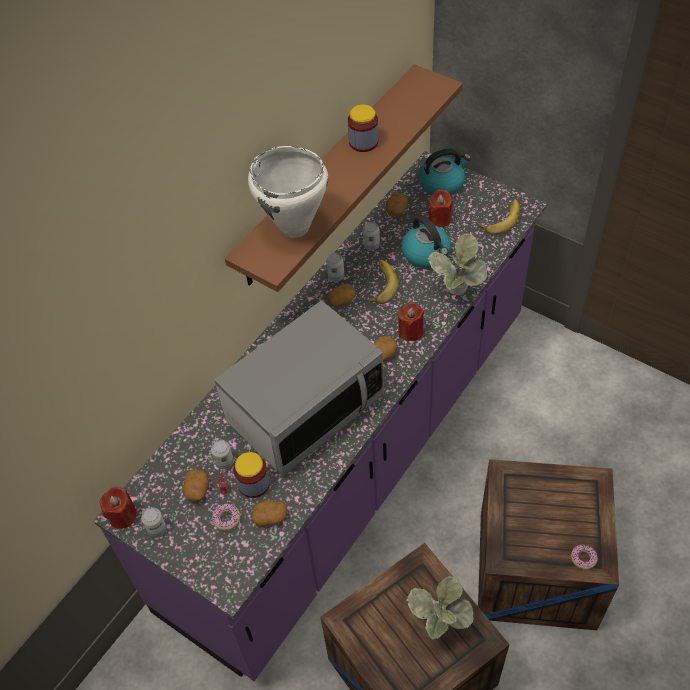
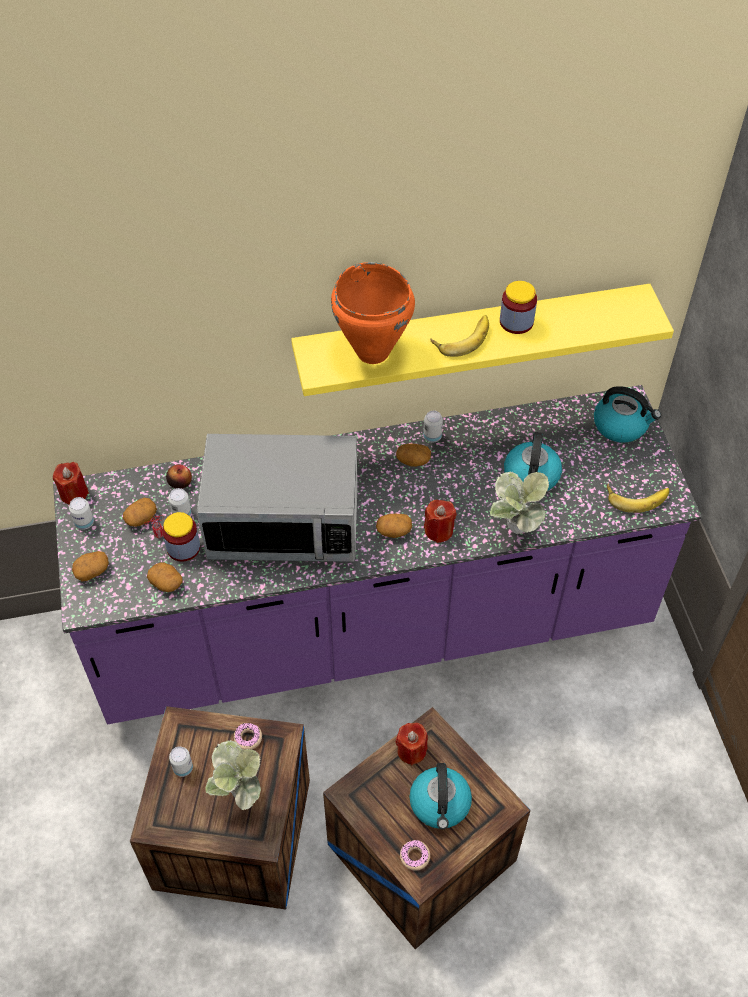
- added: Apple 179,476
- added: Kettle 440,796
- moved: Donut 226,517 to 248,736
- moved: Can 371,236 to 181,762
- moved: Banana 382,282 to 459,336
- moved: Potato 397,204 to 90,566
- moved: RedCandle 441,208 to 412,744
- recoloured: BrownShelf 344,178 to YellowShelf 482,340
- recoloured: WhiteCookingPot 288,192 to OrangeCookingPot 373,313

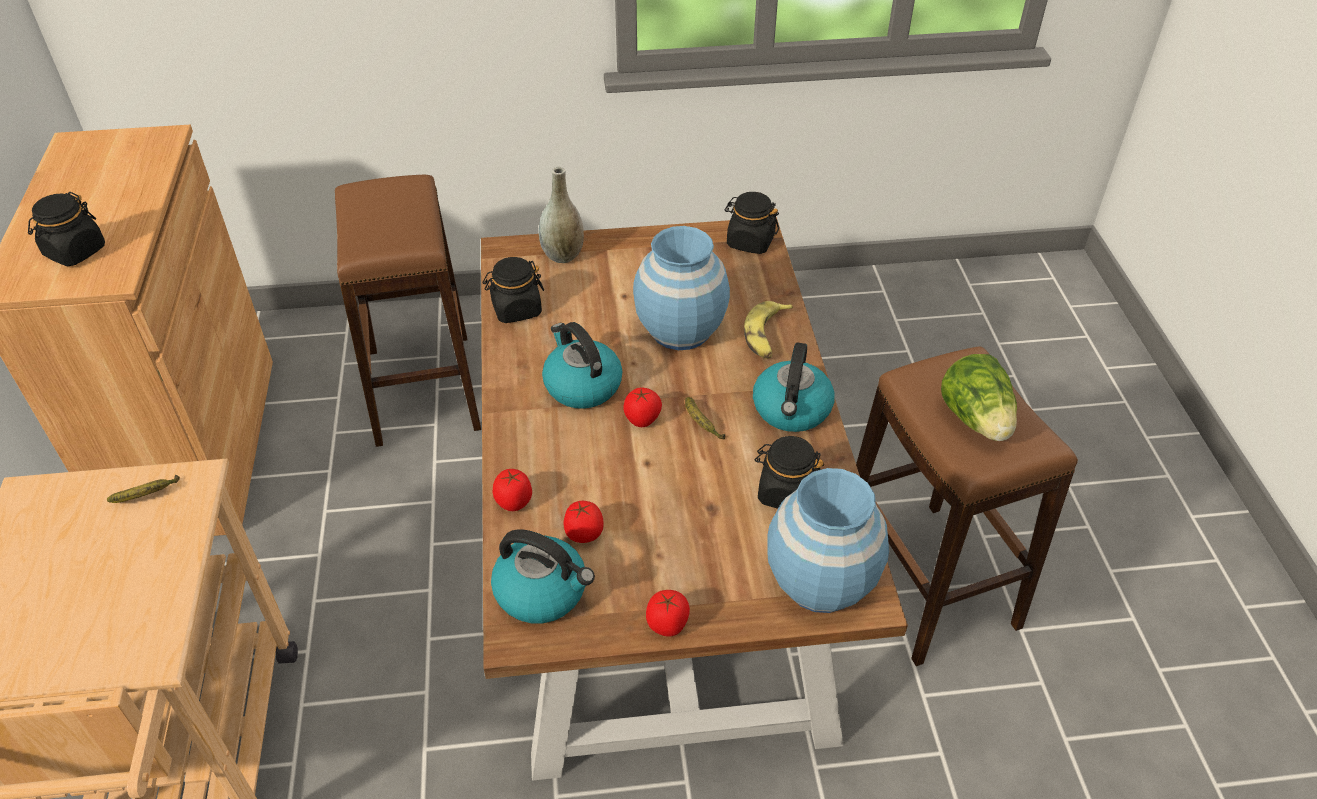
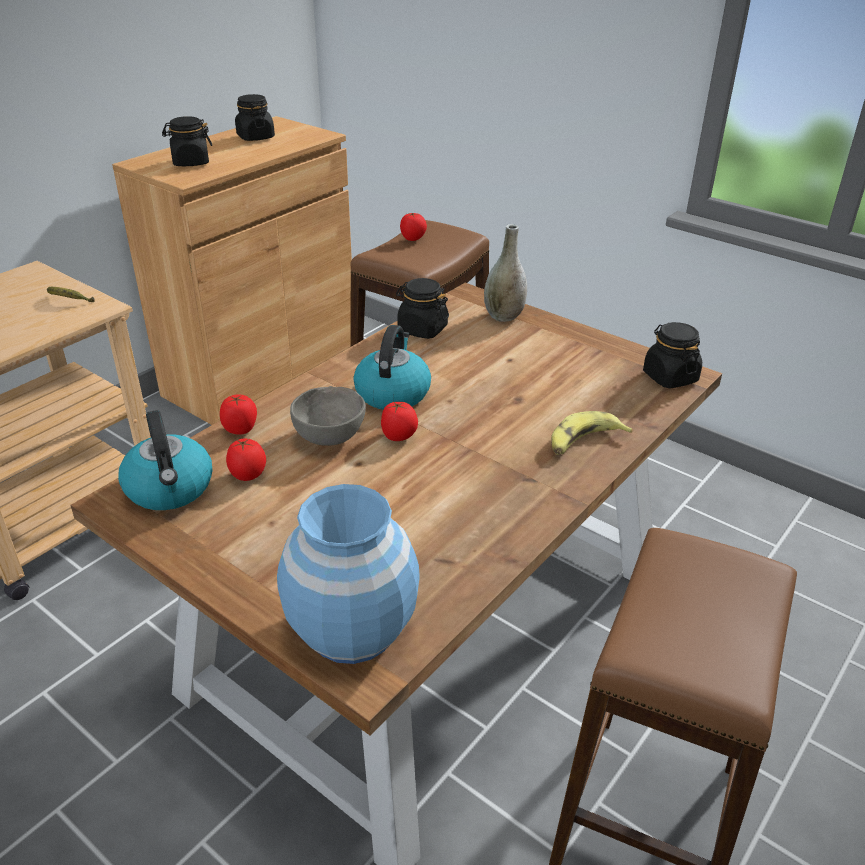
- removed: BlueVase 681,288
- removed: Banana 705,418
- removed: Kettle 794,387
- removed: Lettuce 979,397
- added: GreyBowl 328,416
- moved: Tomato 668,613 to 413,226
- moved: BlackJar 789,472 to 255,117

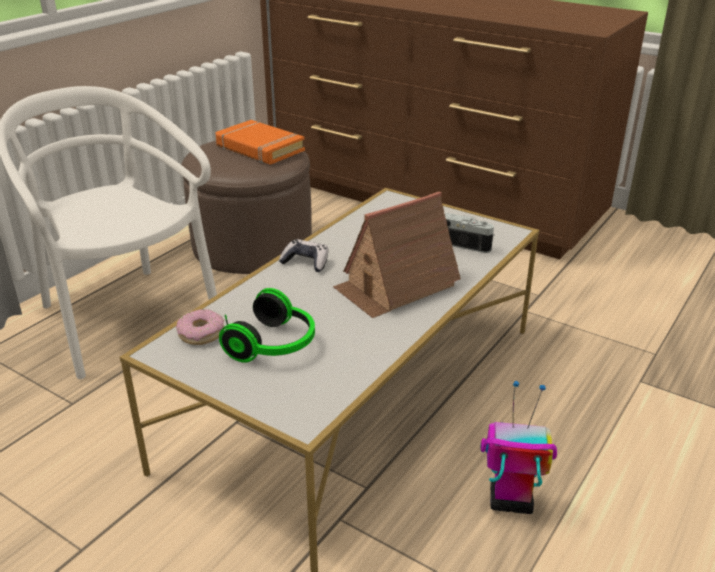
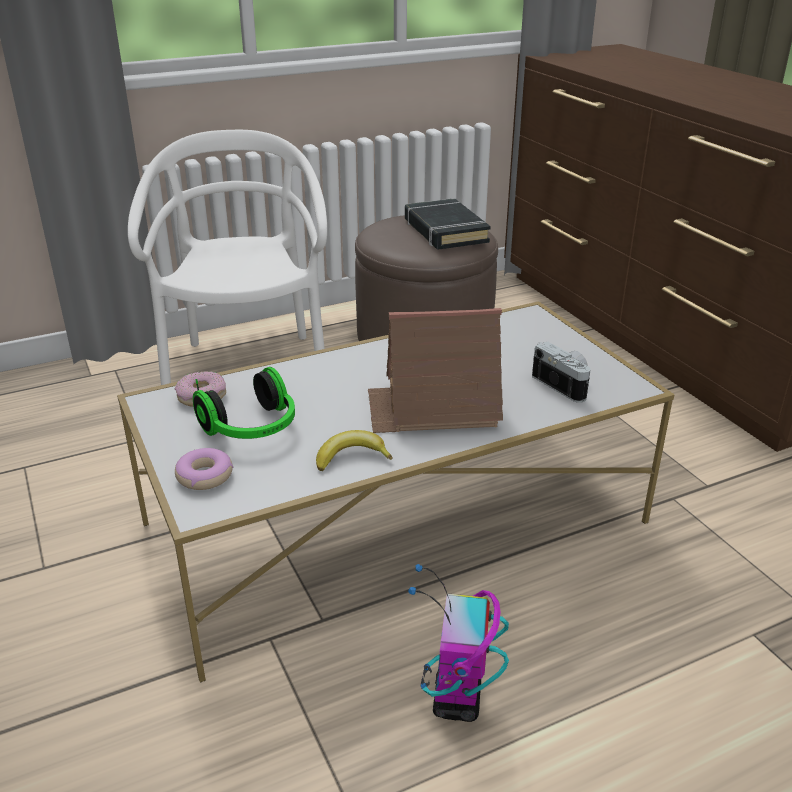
- removed: GameController 303,255
- added: Donut 204,469
- added: Banana 354,450
- recoloured: OrangeBook 260,142 to BlackBook 448,224
- turned: ToyRobot 519,447 = 458,643 120 degrees counterclockwise

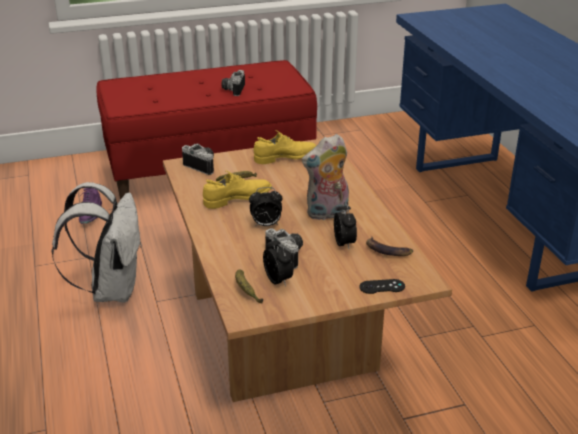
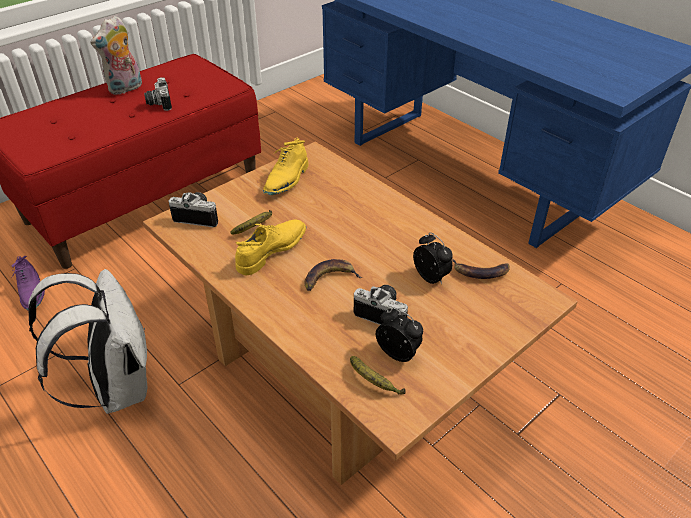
- removed: BlackGameController 382,286
- moved: PlushToy 325,177 to 116,55
- replaced: AlarmClock 266,207 to Banana 333,275
- turned: YellowShoe 285,147 = 286,167 150 degrees clockwise

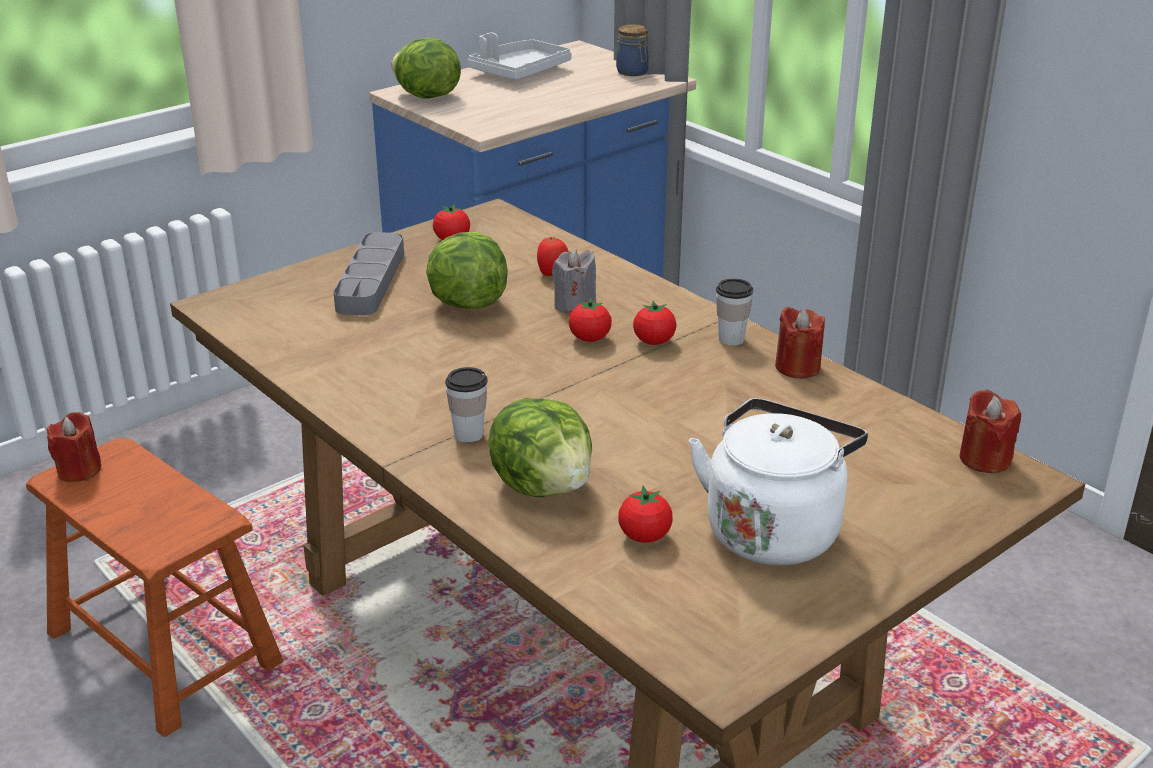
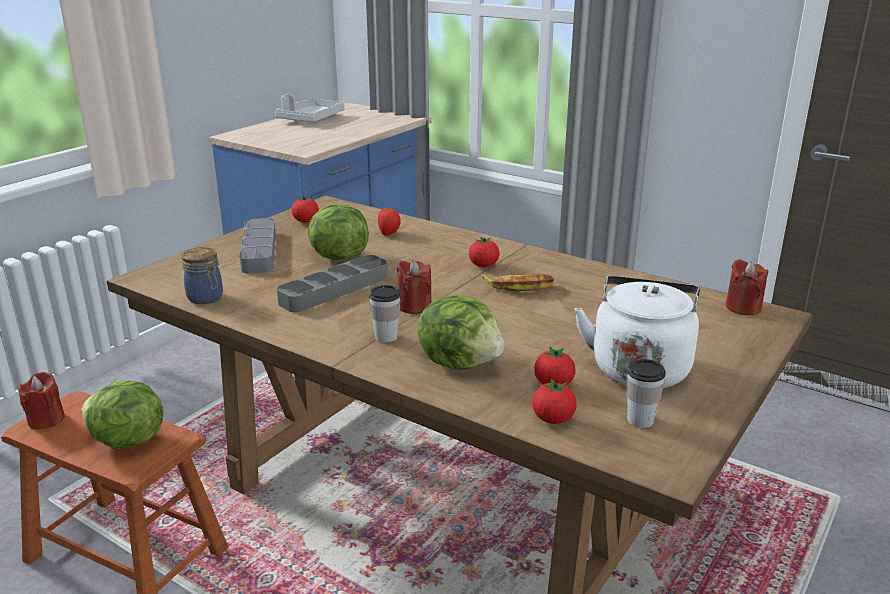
- removed: GreyCandle 574,282
- added: GreyTray 332,283
- added: Banana 517,282
- moved: Lettuce 426,68 to 122,414
- moved: Tomato 590,320 to 554,401
- moved: Jar 632,50 to 202,275
- moved: Cup 734,312 to 646,393
- moved: RedCandle 800,343 to 414,287

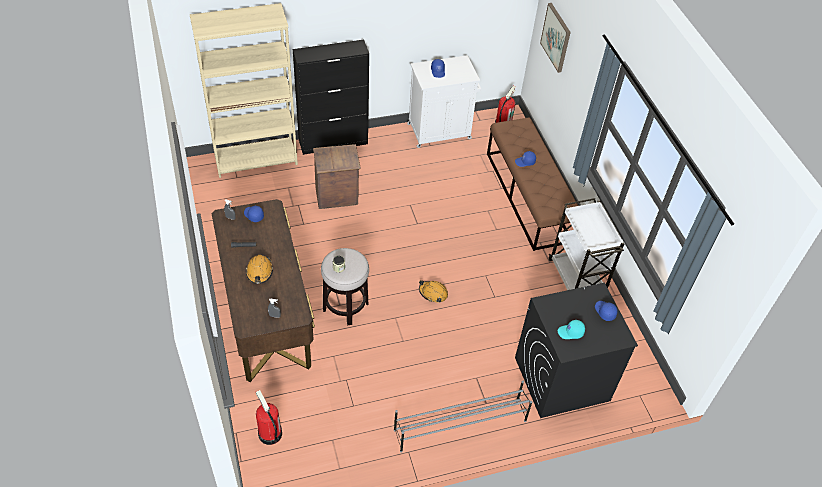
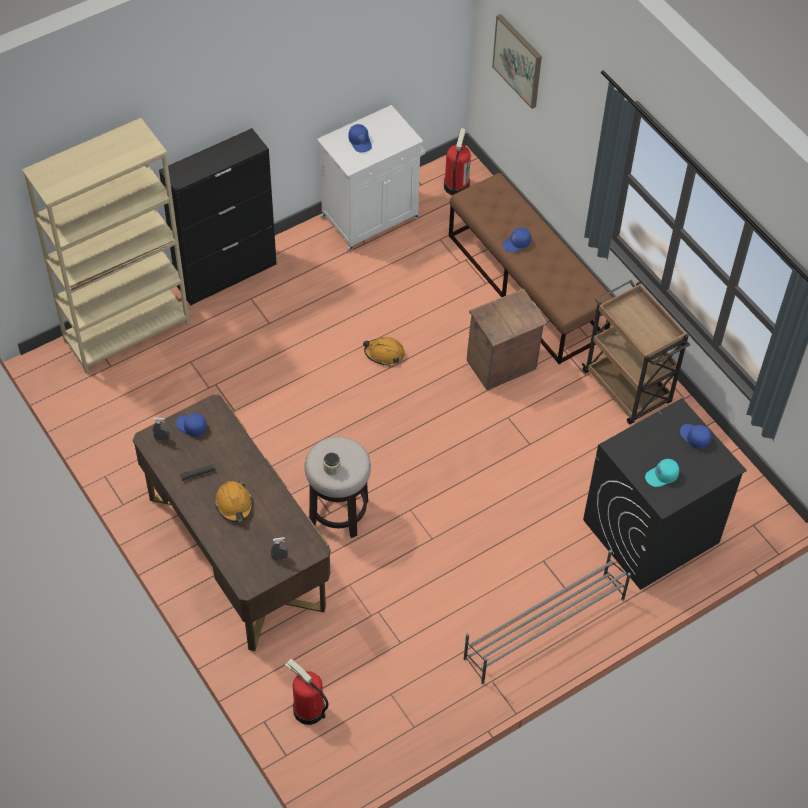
- moved: Crate 337,176 to 507,339
- moved: OrangeHardHat 433,291 to 384,351
- recoloured: WhiteCart 586,244 to BrownCart 636,352

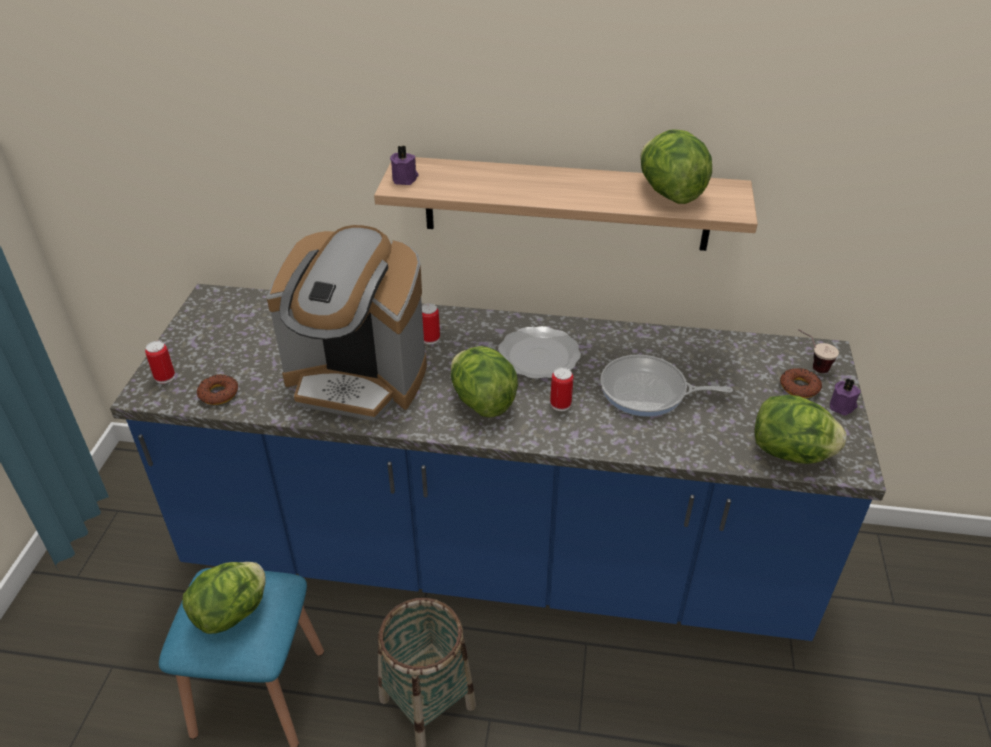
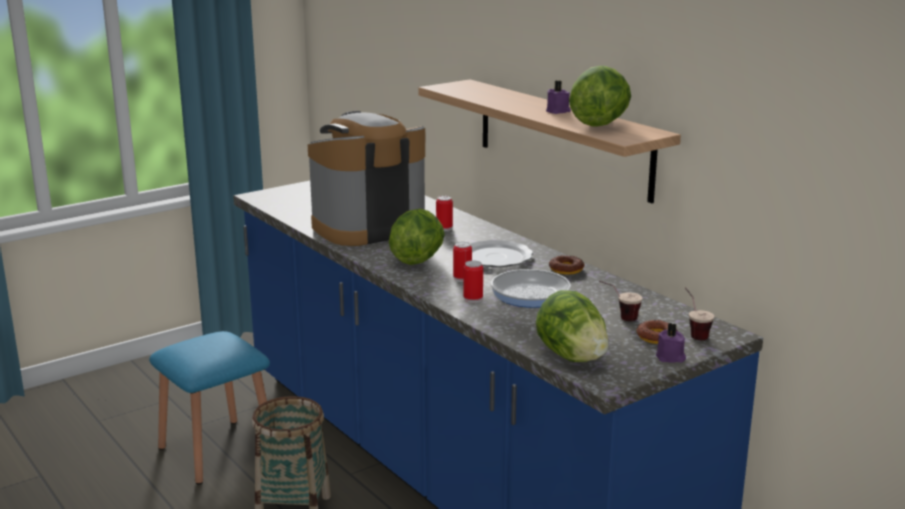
- removed: Lettuce 224,598
- added: Cup 620,301
- moved: Can 160,362 to 473,282
- moved: Donut 217,389 to 566,265
- moved: PurpleCandle 404,165 to 558,97
- turned: CoffeeMachine 347,323 = 366,178 90 degrees clockwise

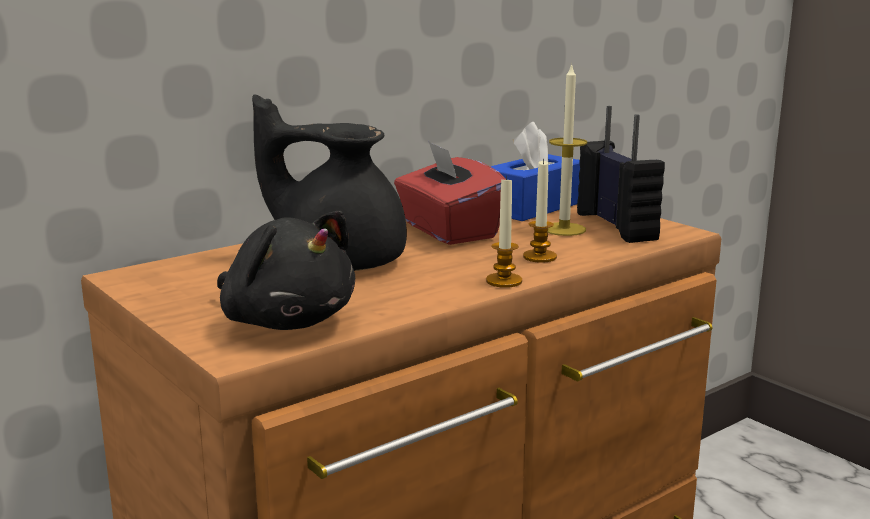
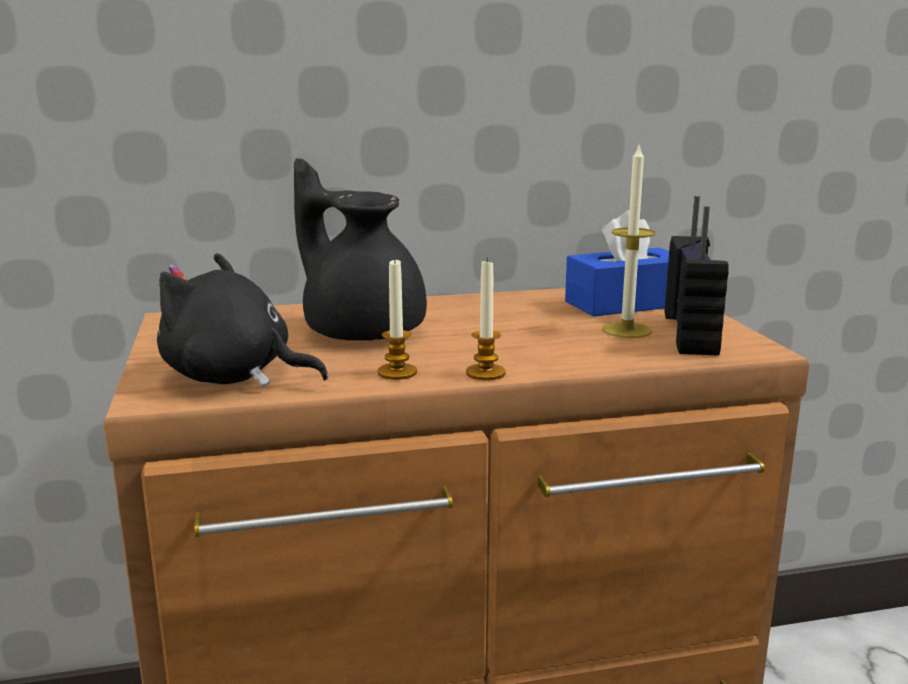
- removed: RedTissueBox 450,193
- moved: Candle 540,211 to 397,319
- turned: BlackPlushToy 286,270 = 243,319 135 degrees clockwise

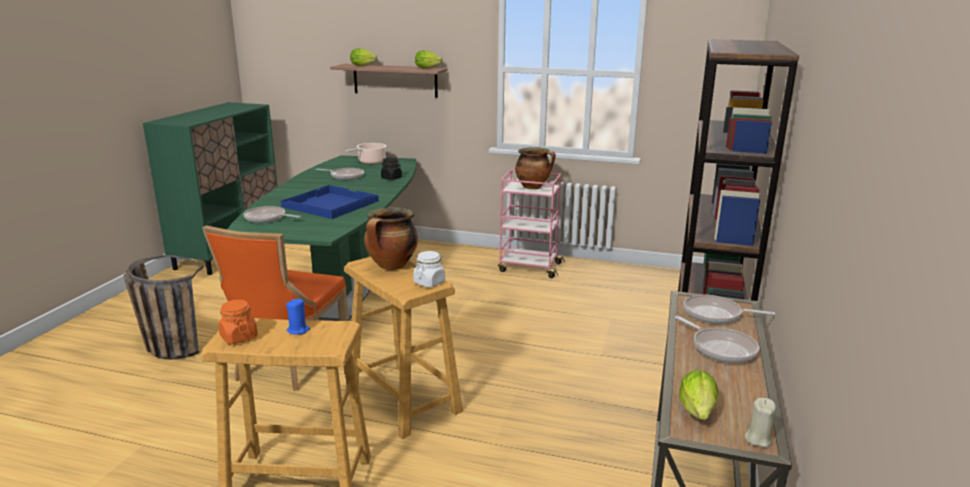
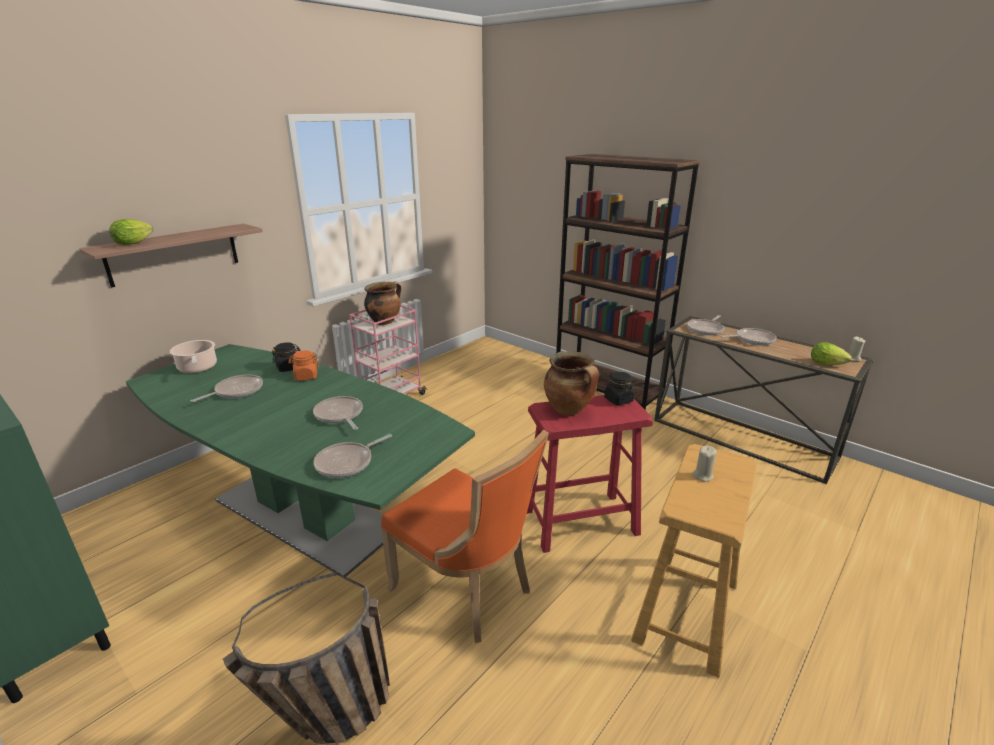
- removed: Lettuce 428,59
- moved: OrangeJar 238,322 to 303,365
- replaced: BlueTray 330,202 to FryingPan 338,413
- recoloured: BlueCandle 298,317 to BeigeCandle 704,464
- recoloured: BeigeStool 403,348 to RedStool 590,474
- recoloured: WhiteJar 429,269 to BlackJar 619,388

